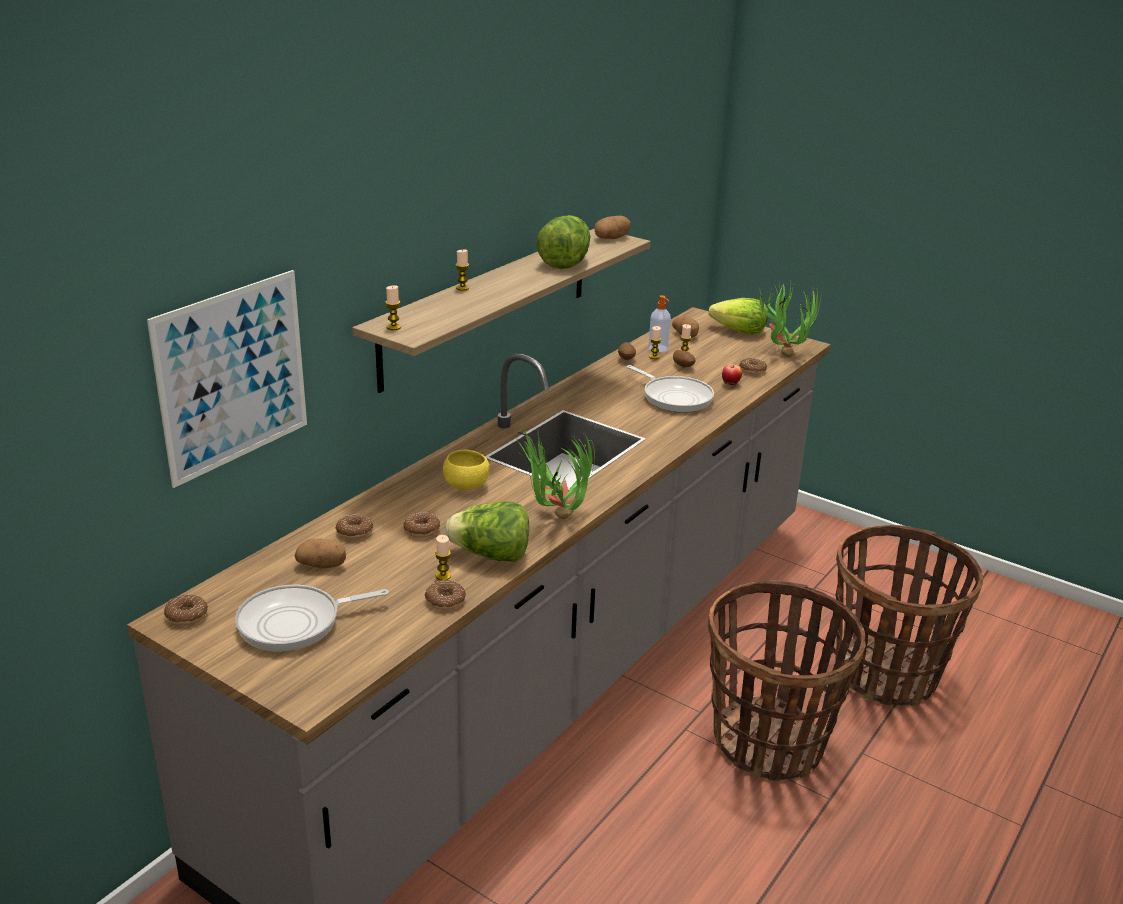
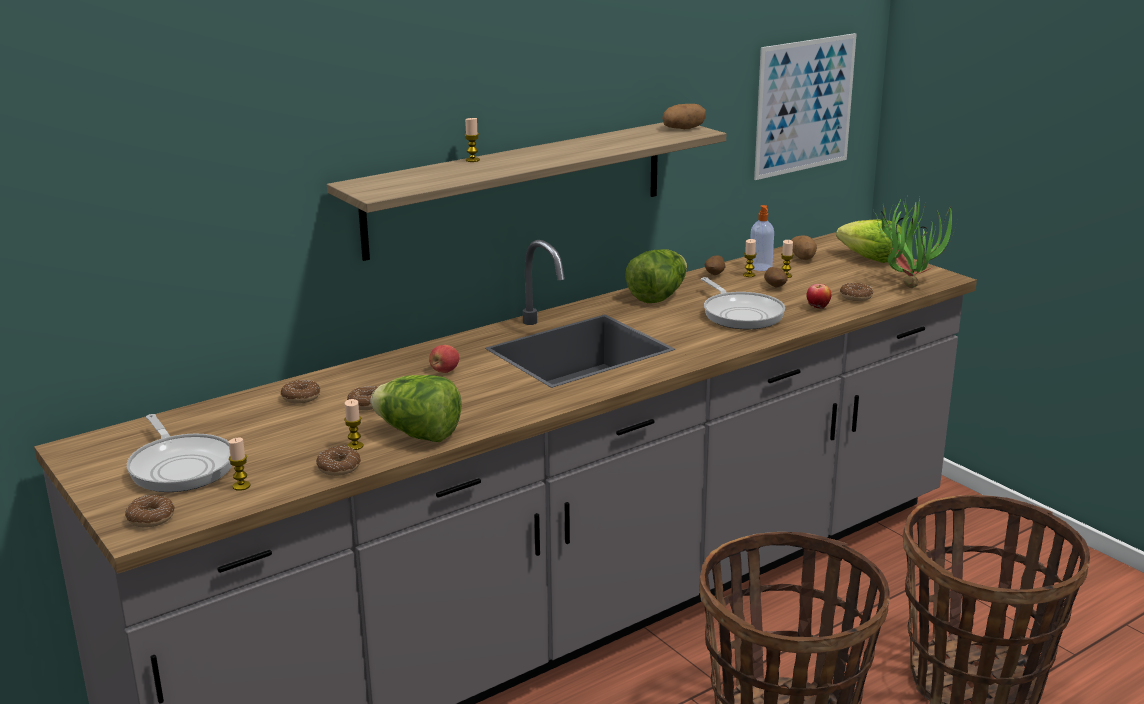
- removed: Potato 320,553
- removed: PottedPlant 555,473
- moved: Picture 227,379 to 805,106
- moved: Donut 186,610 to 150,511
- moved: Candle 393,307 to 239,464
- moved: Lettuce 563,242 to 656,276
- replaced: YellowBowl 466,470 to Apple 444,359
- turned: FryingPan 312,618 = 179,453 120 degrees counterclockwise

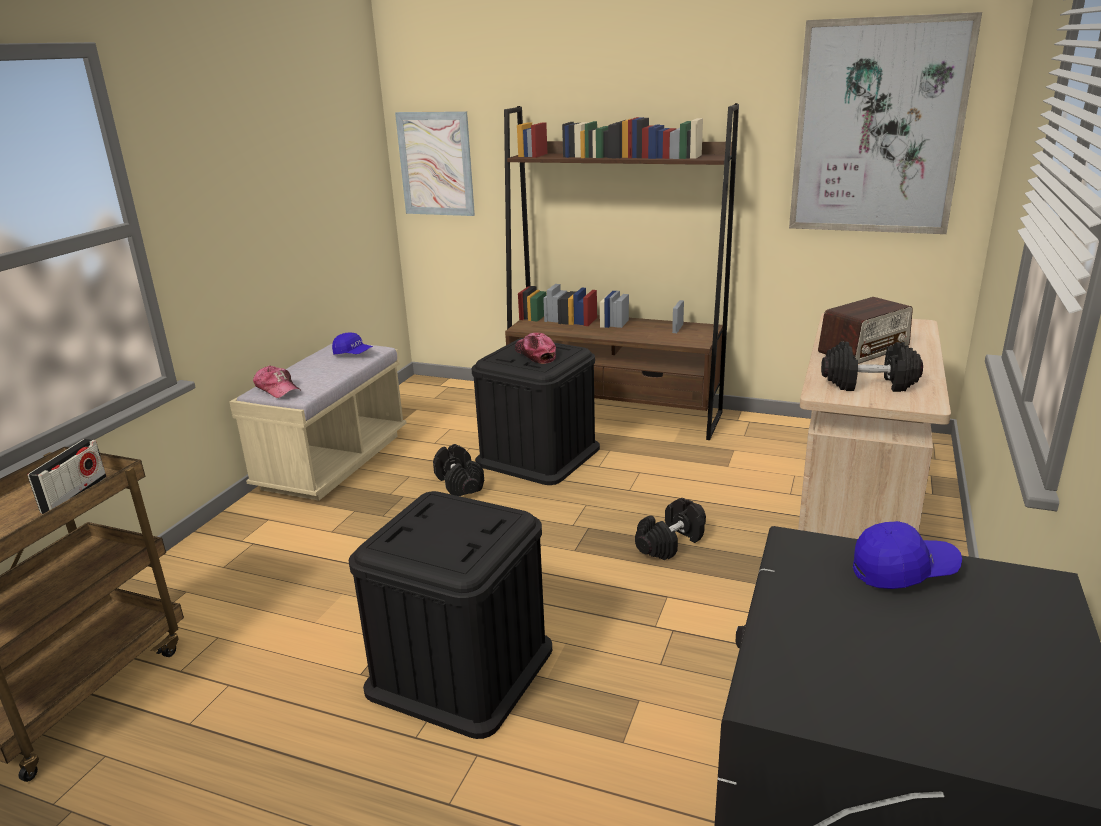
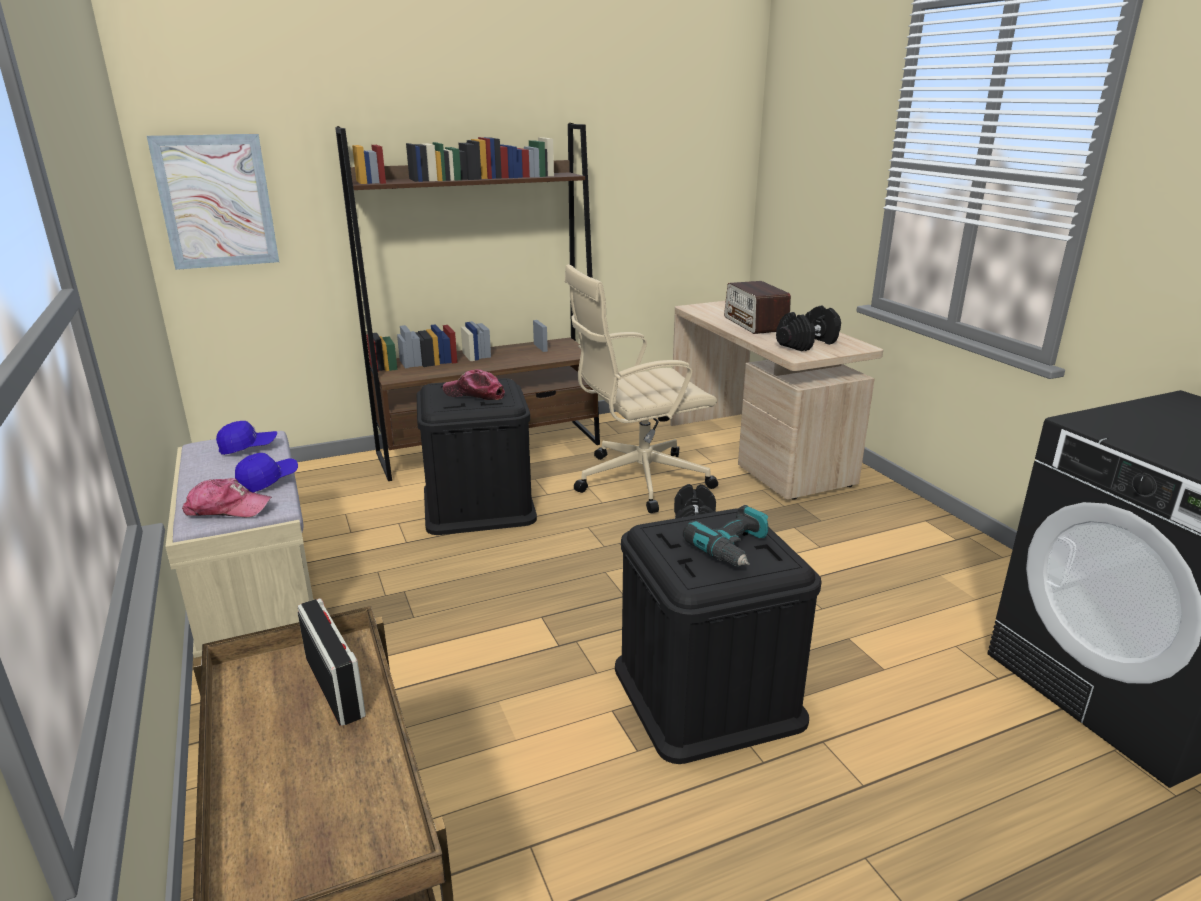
- removed: BlackDumbbell 458,470
- removed: Picture 885,123
- added: BeigeOfficeChair 641,388
- added: PowerDrill 725,536
- moved: BlueCap 907,555 to 266,472
- turned: Radio 865,330 = 757,307 150 degrees clockwise

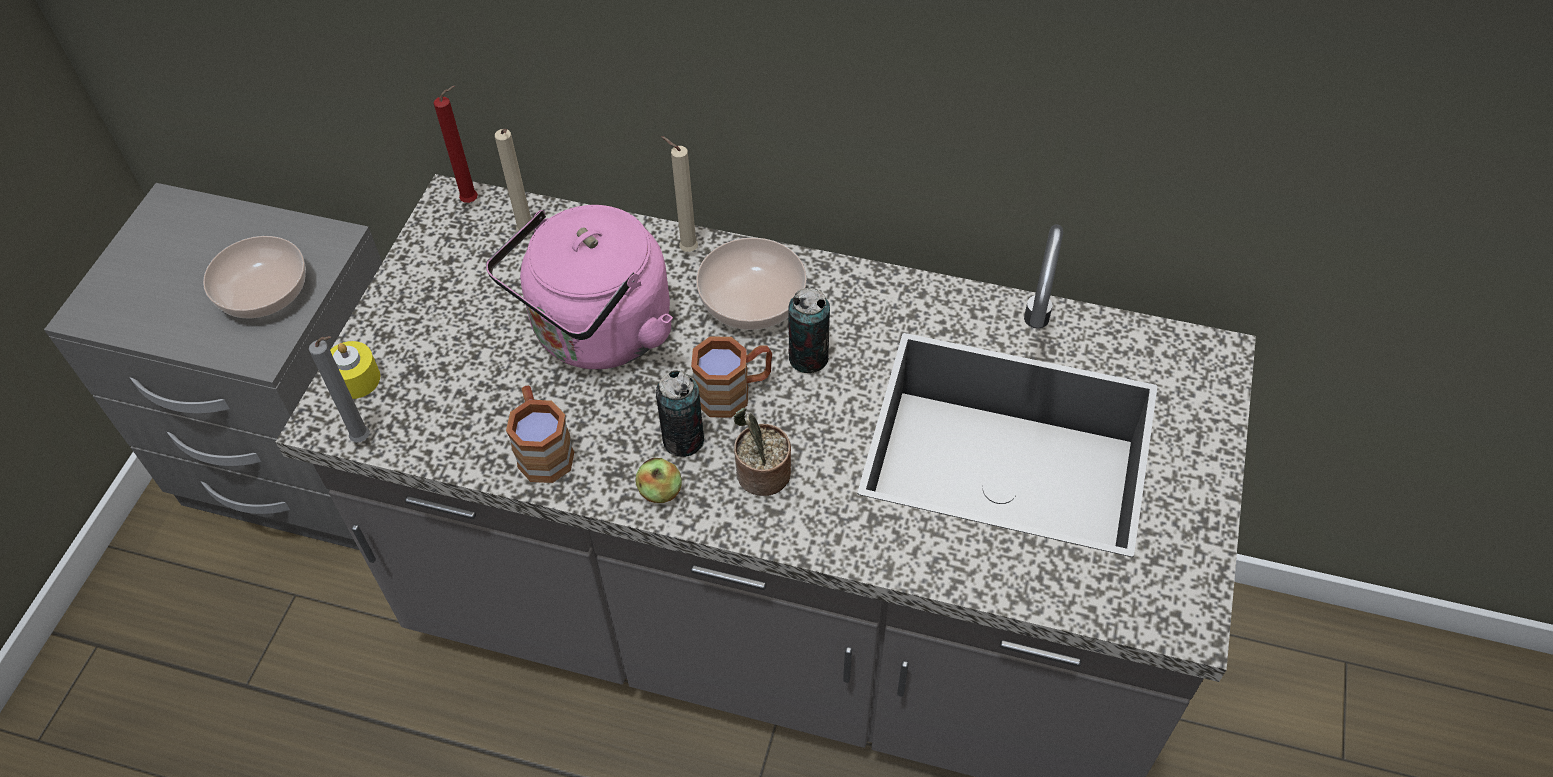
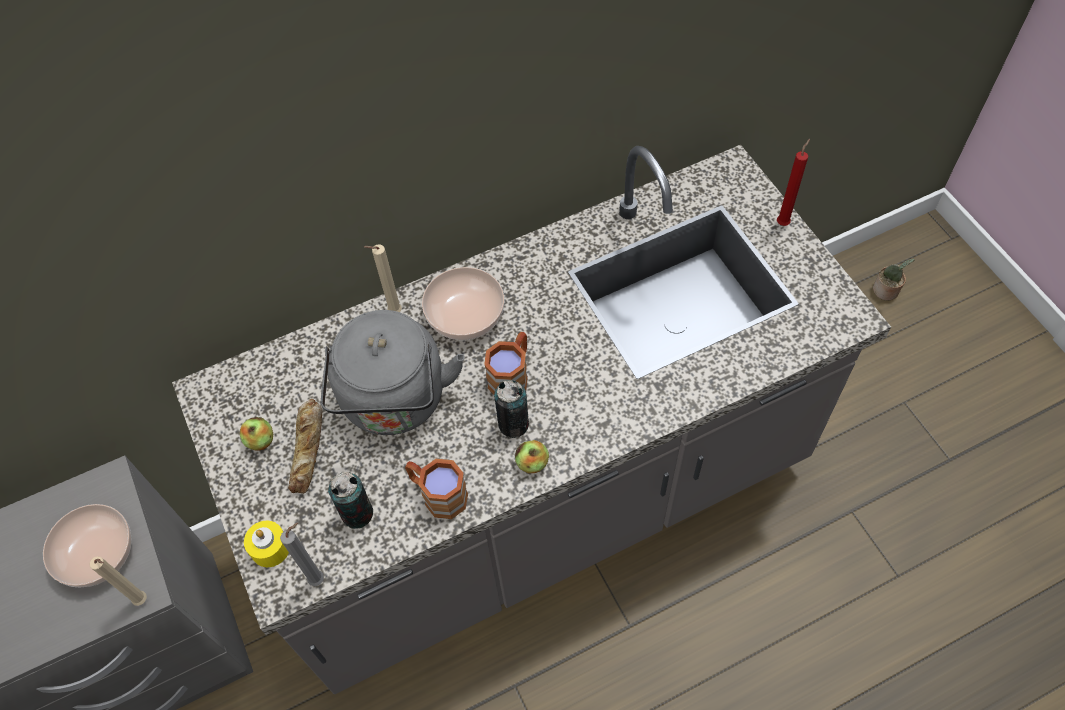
- added: Apple 256,433
- added: Bread 305,446
- moved: RedCandle 456,144 to 793,182
- moved: BeigeCandle 514,181 to 118,581
- moved: PottedPlant 762,452 to 893,279
- moved: Can 809,330 to 350,500
- recoloured: PinkKettle 579,287 to GreyKettle 392,372

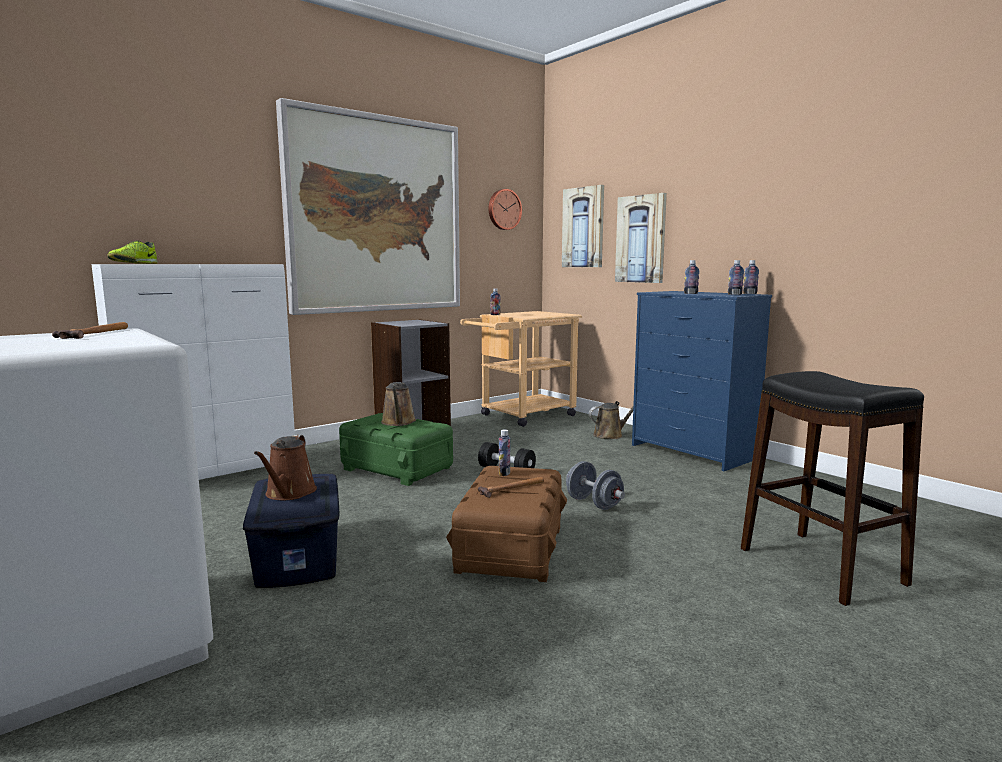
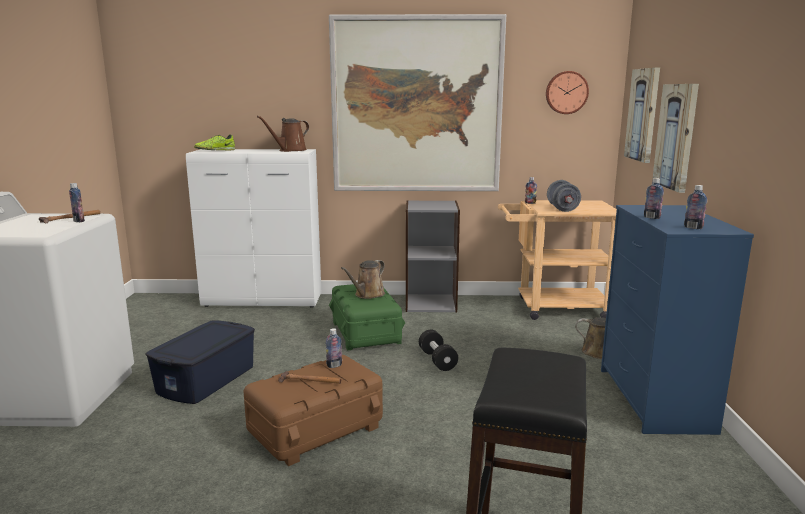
- moved: BrownWateringCan 285,467 to 283,134
- moved: GreyDumbbell 595,485 to 564,196
- moved: Bottle 751,277 to 77,202

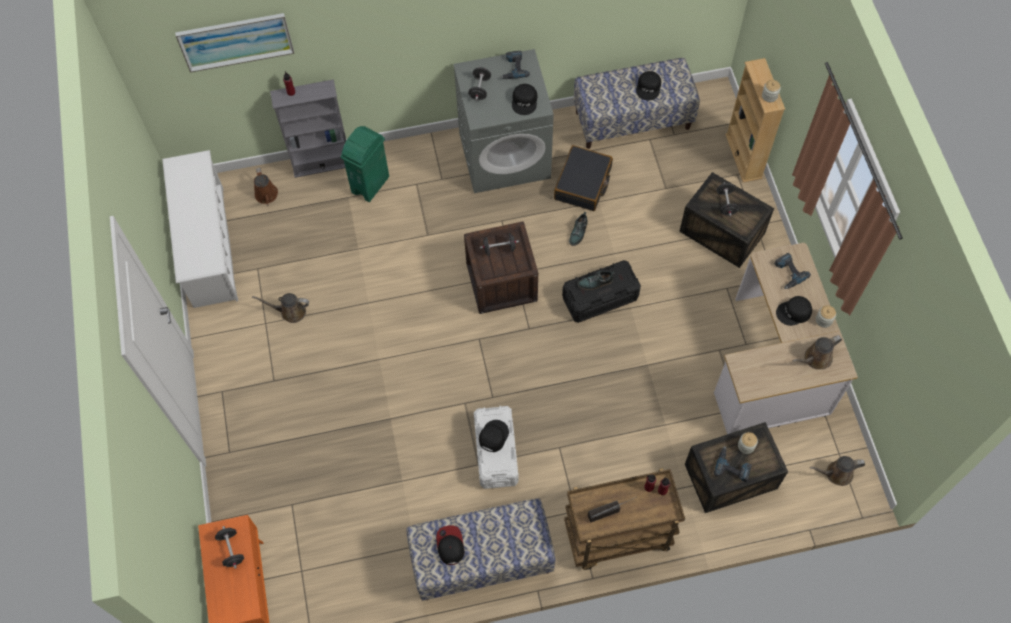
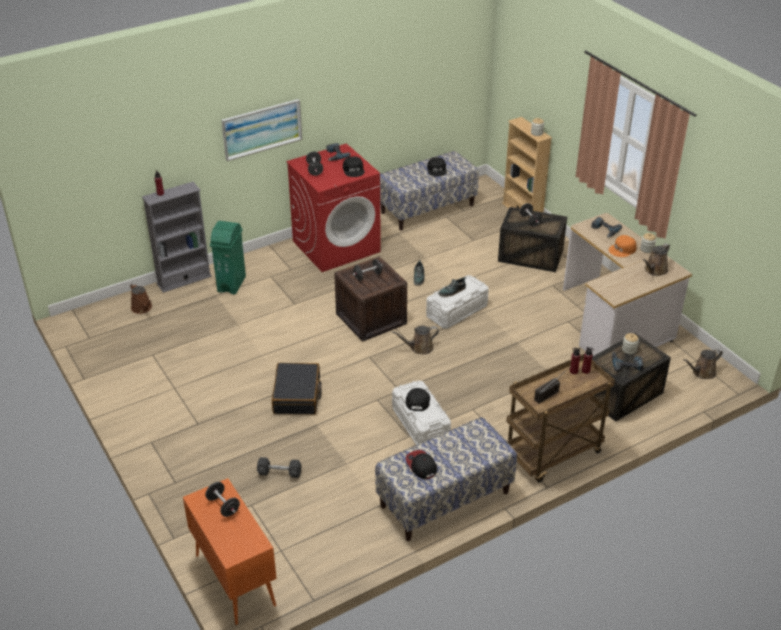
- removed: WhiteShoeRack 200,229
- added: BlackDumbbell 279,467
- moved: Picture 234,43 to 261,130
- moved: BrownWateringCan 280,308 to 415,340
- moved: BlackSuitcase 583,178 to 297,389
- recoloured: GreyWashingMachine 503,121 to RedWashingMachine 333,207
- recoloured: BlackStorageBox 601,291 to WhiteStorageBox 457,302
- recoloured: BlackCap 794,311 to OrangeCap 622,246

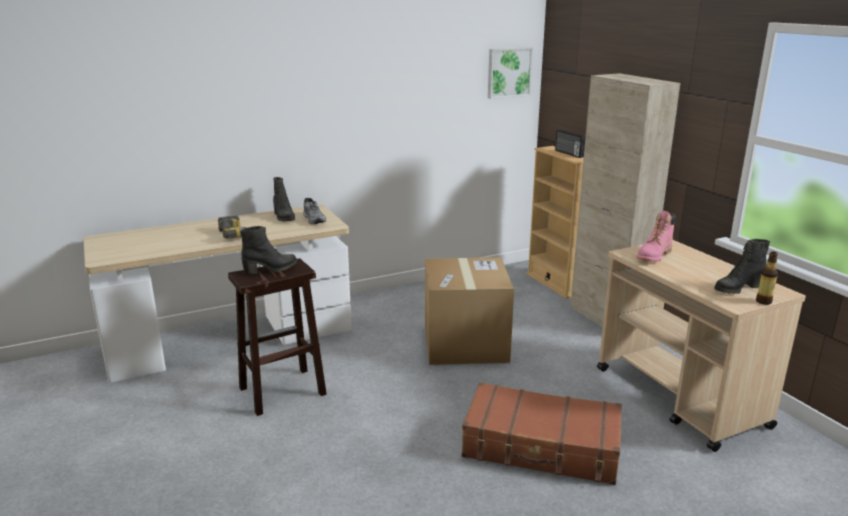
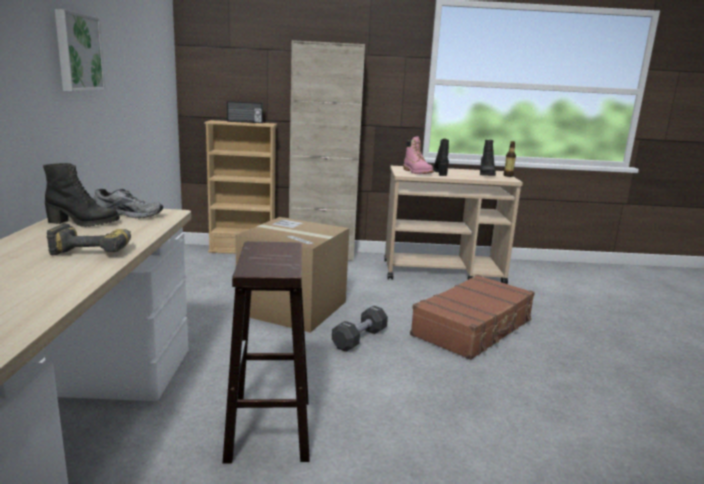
- added: BlackDumbbell 360,329
- moved: BlackBoot 268,250 to 441,157
- moved: Picture 510,73 to 80,50

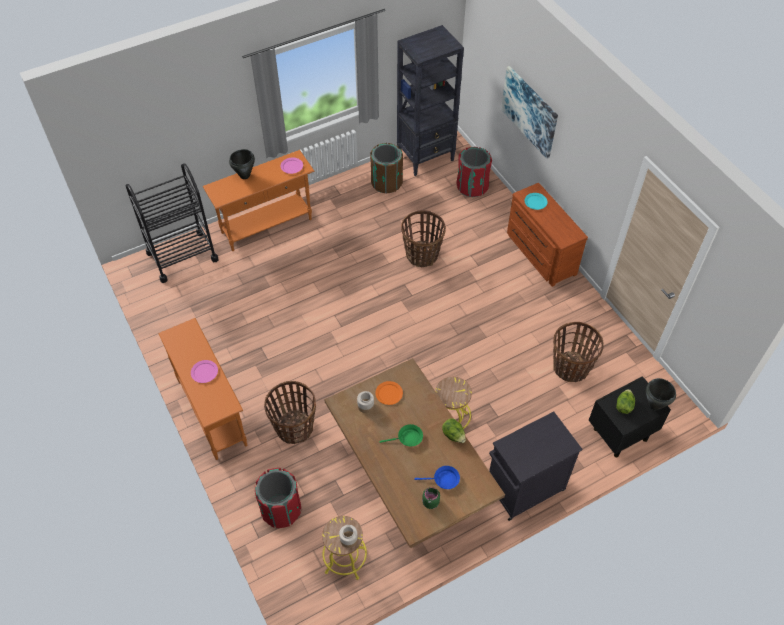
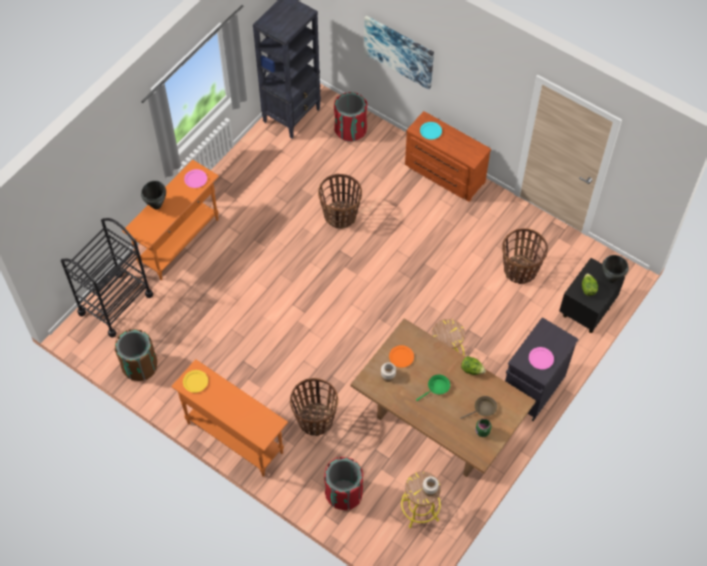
- added: YellowPlate 195,381
- moved: PinkPlate 204,371 to 541,358
- moved: BrownTrashCan 386,168 to 136,355
- recoloured: BlueFryingPan 437,477 to BrownFryingPan 478,407

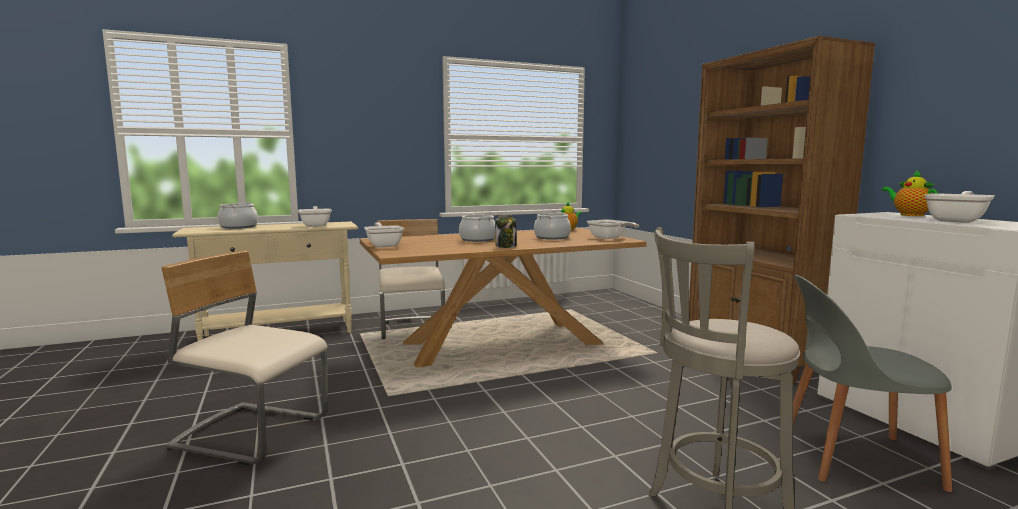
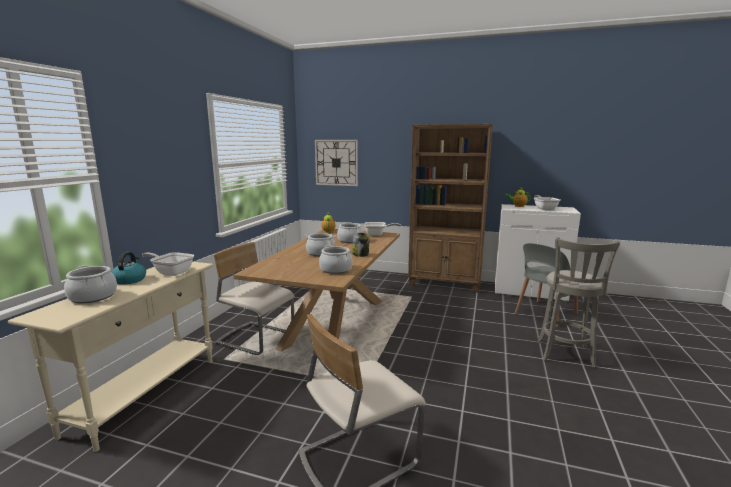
- removed: FryingPan 384,235
- added: Kettle 128,268
- added: WallClock 336,163
- added: CookingPot 336,259

